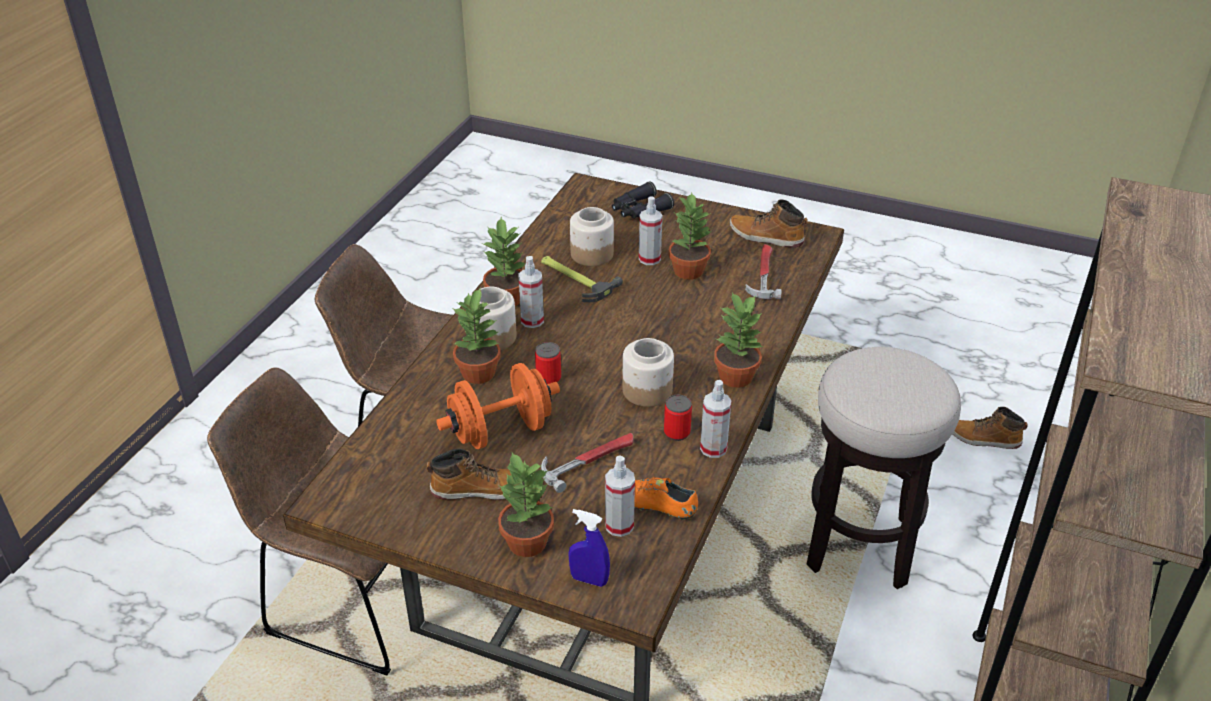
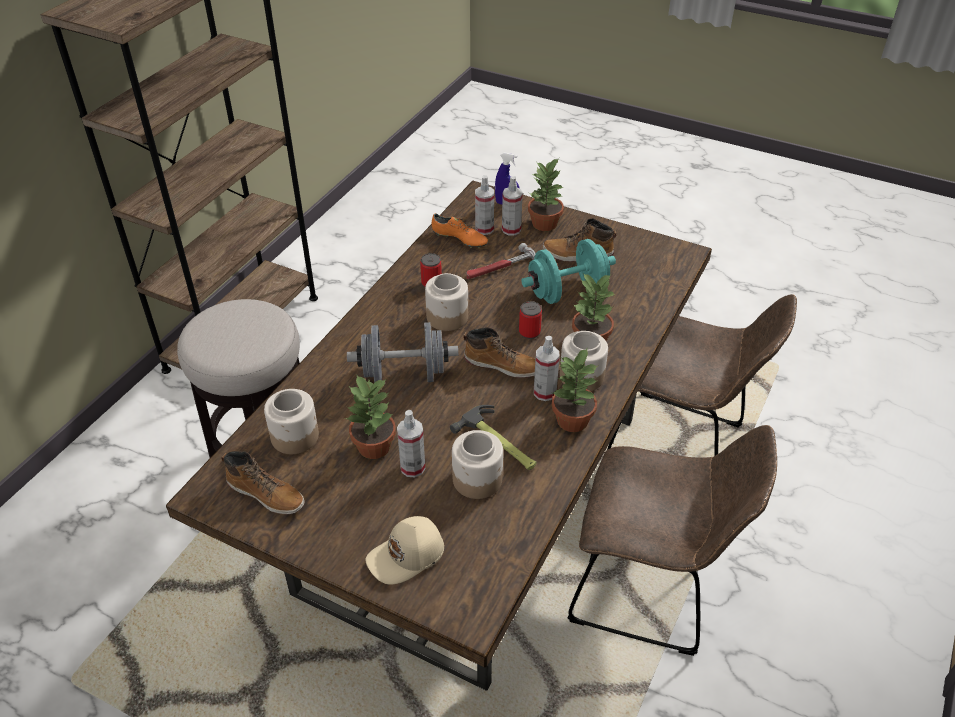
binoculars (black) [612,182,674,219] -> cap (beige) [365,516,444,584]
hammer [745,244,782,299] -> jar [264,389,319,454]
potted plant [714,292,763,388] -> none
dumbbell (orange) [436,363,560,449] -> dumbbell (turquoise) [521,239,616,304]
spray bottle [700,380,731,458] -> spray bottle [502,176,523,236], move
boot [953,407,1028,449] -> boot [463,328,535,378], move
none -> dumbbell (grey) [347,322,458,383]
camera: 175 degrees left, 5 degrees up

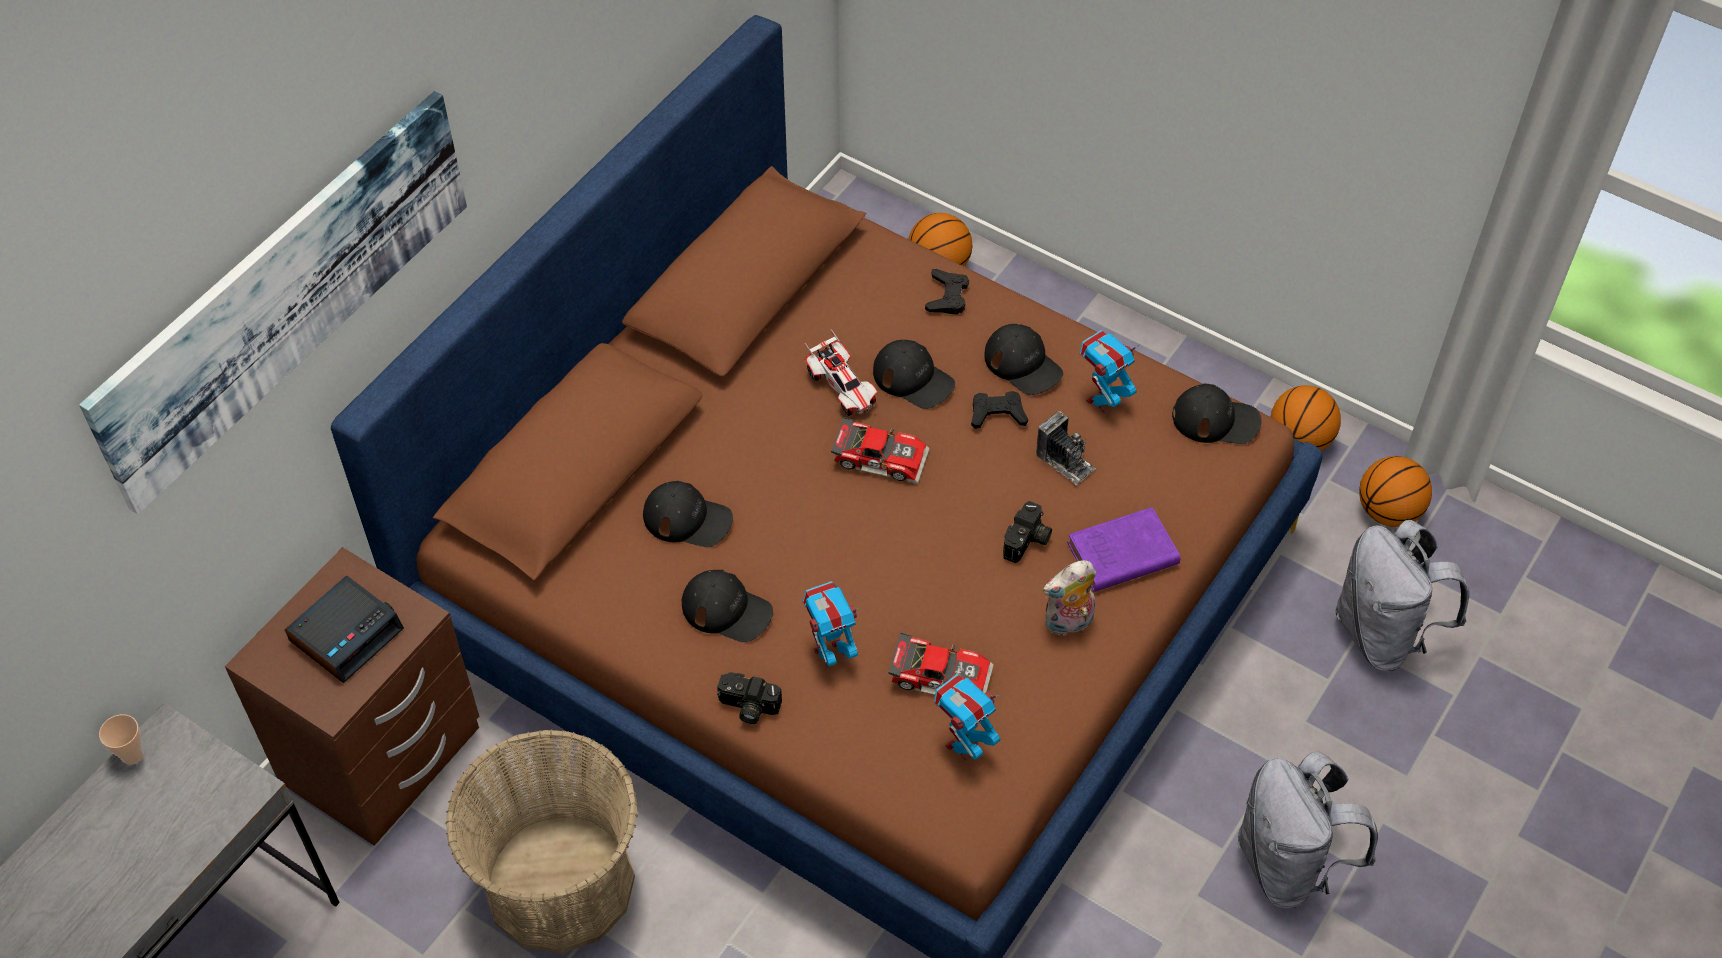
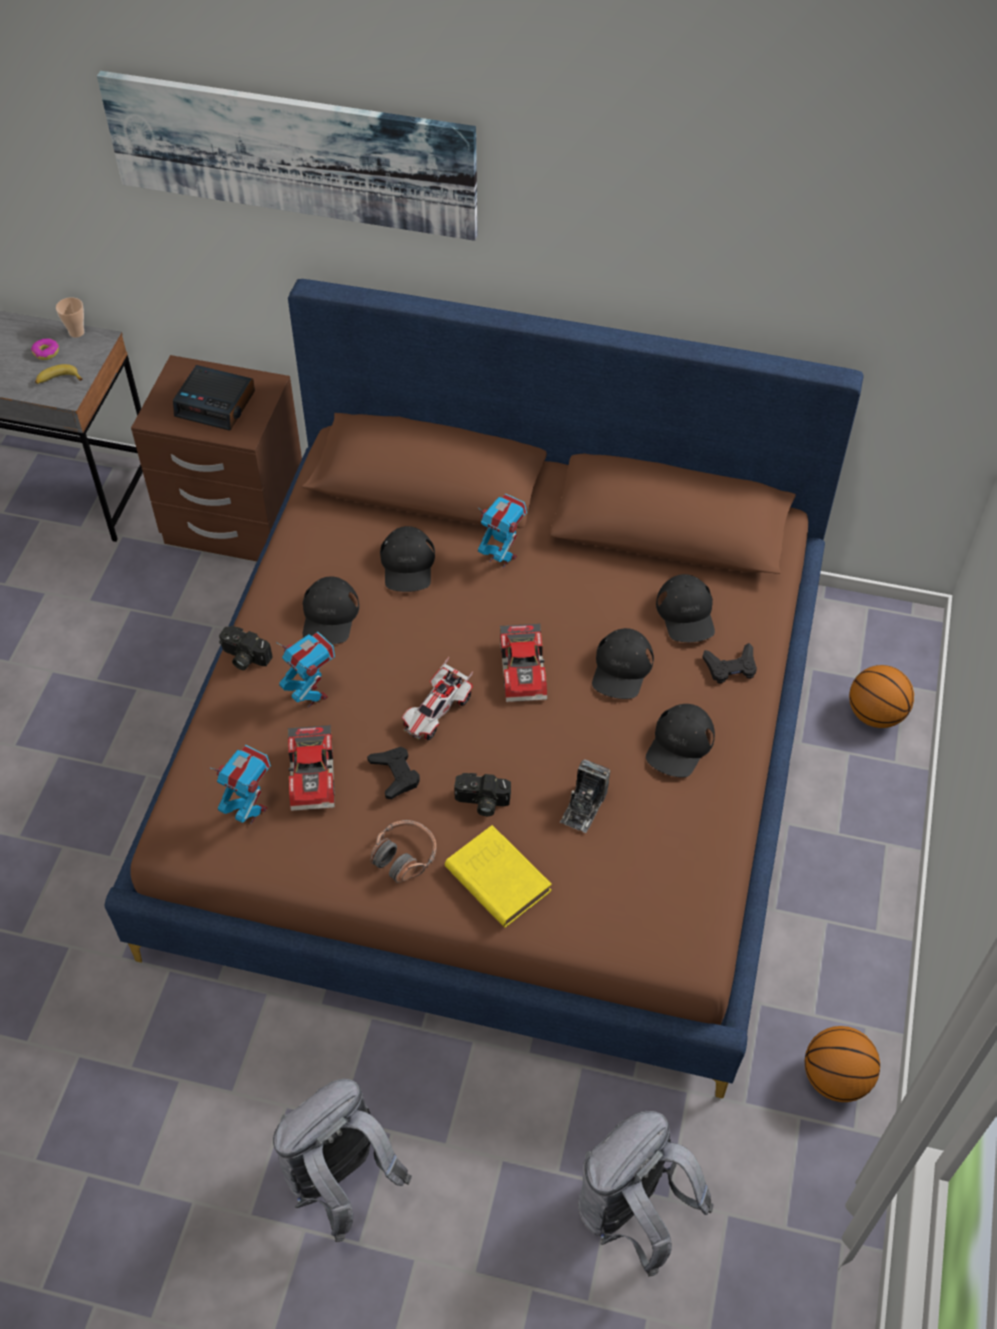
toy car [805,329,878,416] -> toy car [402,657,473,740], move
toy robot [1080,330,1141,413] -> toy robot [478,493,527,568], move
cap (black) [1172,384,1262,444] -> cap (black) [656,574,715,642], move
game controller (black) [971,391,1028,429] -> game controller (black) [367,747,420,799], move
basketball [1359,456,1432,527] -> none
book (purple) [1067,507,1180,592] -> book (yellow) [445,825,552,928]
plush toy [1043,560,1096,636] -> headphones [371,820,436,883]
photo camera [717,672,782,724] -> photo camera [219,626,273,670], 60 degrees counterclockwise
basket [445,729,638,954] -> none
none -> donut [31,339,59,360]
none -> banana [35,364,83,384]
camera: 70 degrees right, 0 degrees up

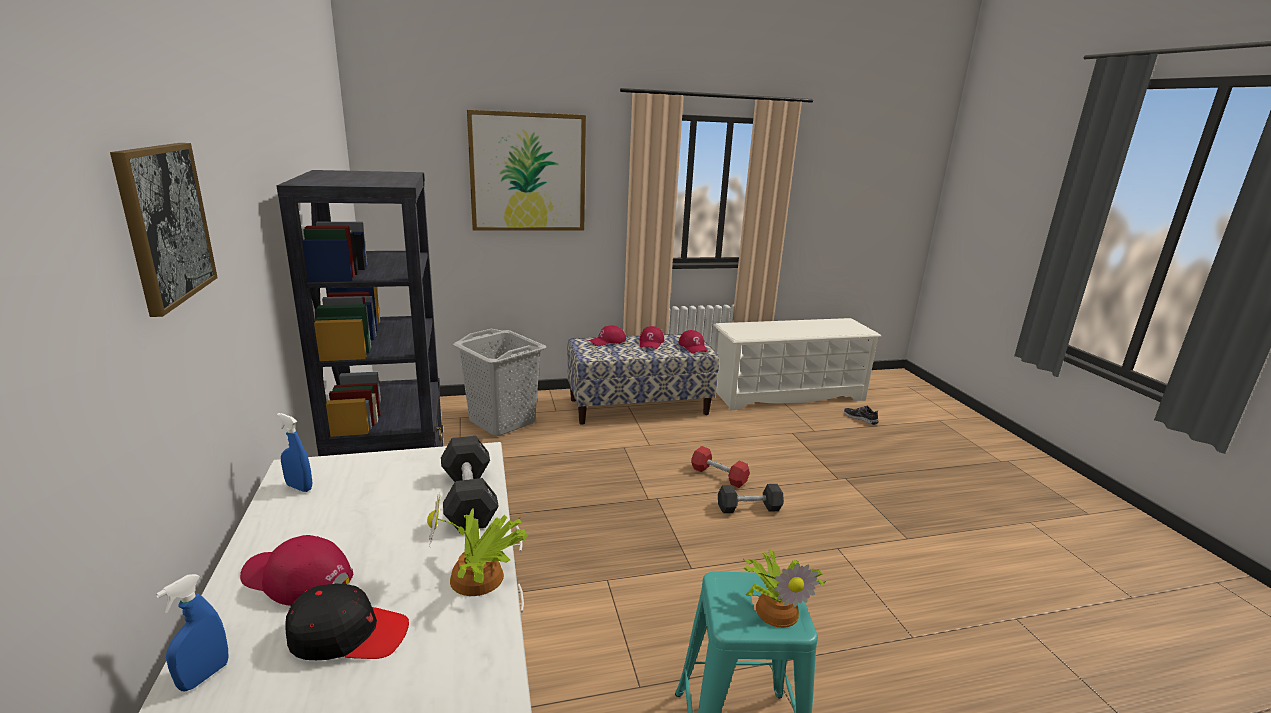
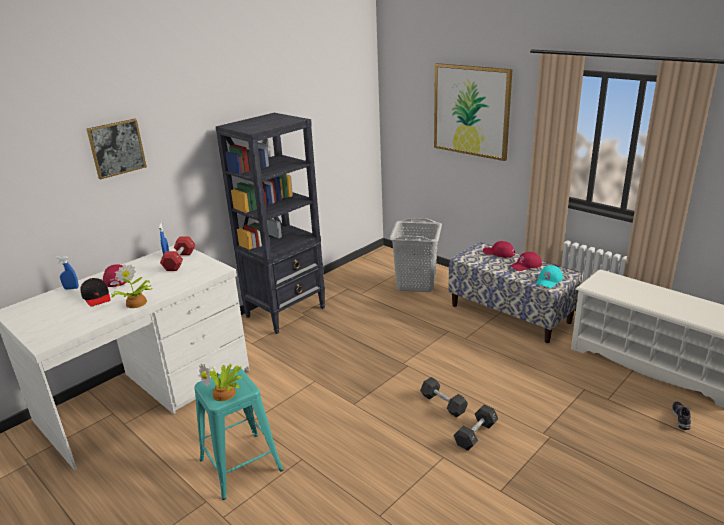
cap (red) [678,330,708,353] -> cap (turquoise) [536,265,563,288]
dumbbell (black) [441,436,499,531] -> dumbbell (black) [453,405,498,451], move
dumbbell (red) [691,446,750,488] -> dumbbell (red) [160,237,196,271], move
camera: 60 degrees right, 5 degrees up

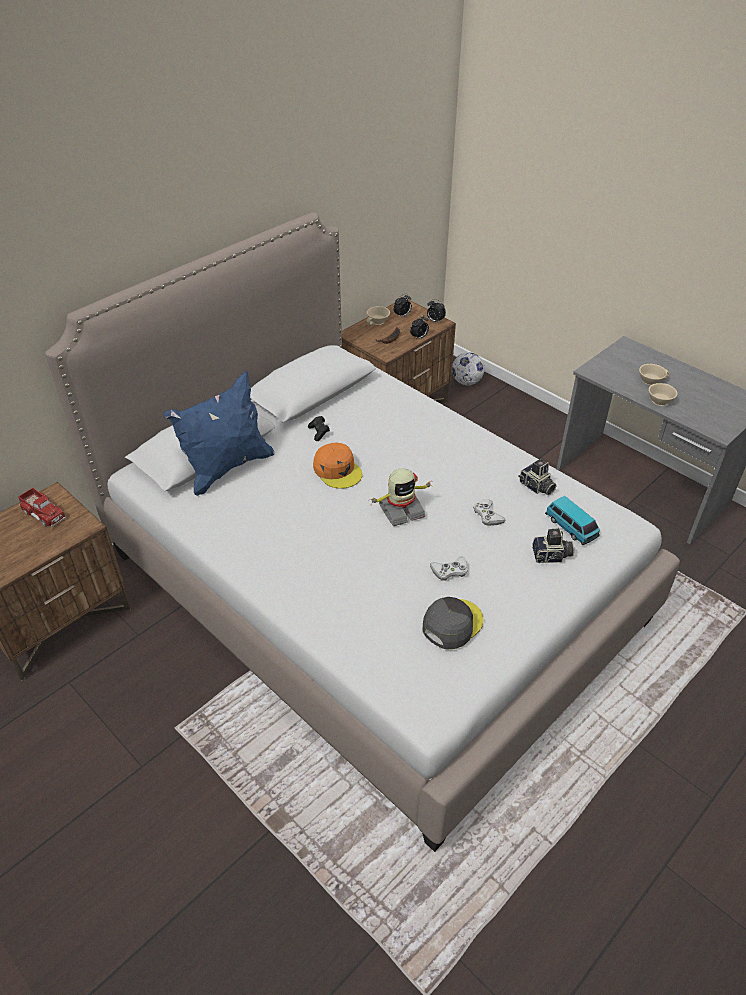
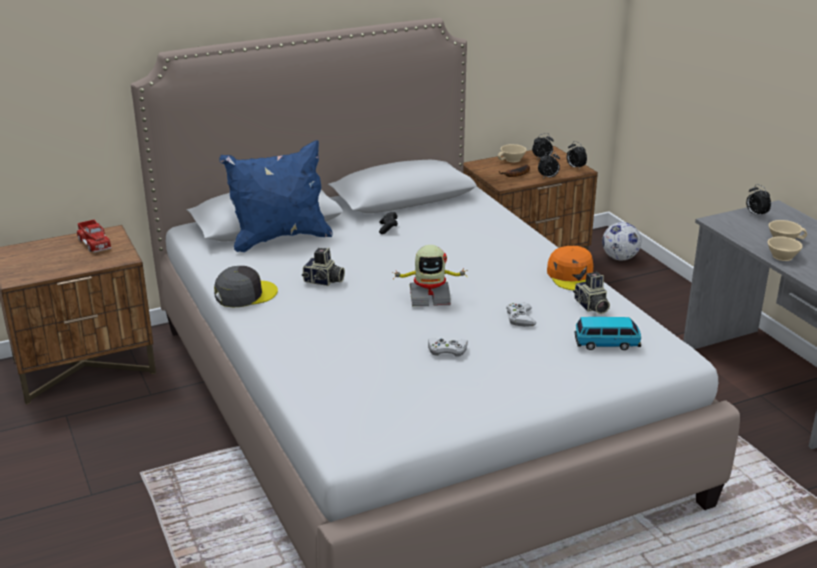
cap (orange) [313,442,362,489] -> cap (orange) [547,246,593,290], move
toy car [545,496,600,545] -> toy car [575,317,641,350], 75 degrees counterclockwise
photo camera [532,527,574,563] -> photo camera [302,247,345,286], move
cap (grey) [423,597,483,650] -> cap (grey) [214,266,278,307], move
none -> alarm clock [746,184,771,218]
camera: 20 degrees right, 15 degrees down

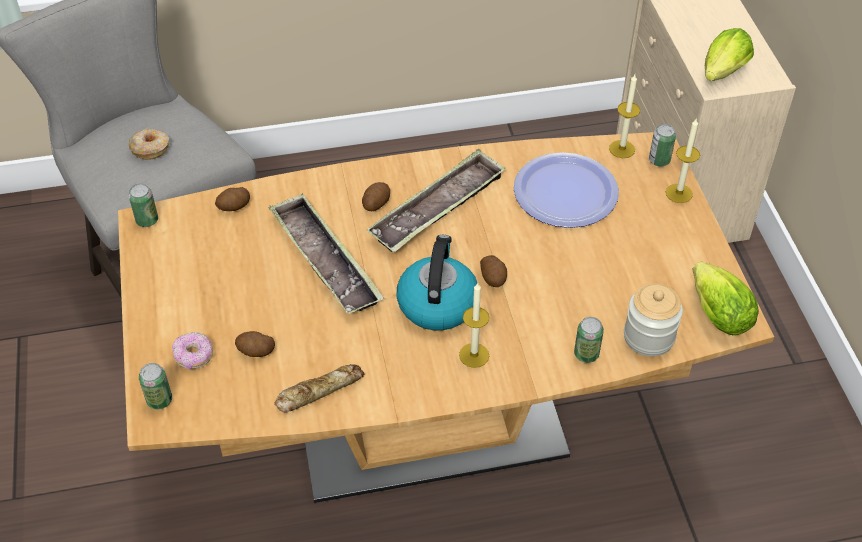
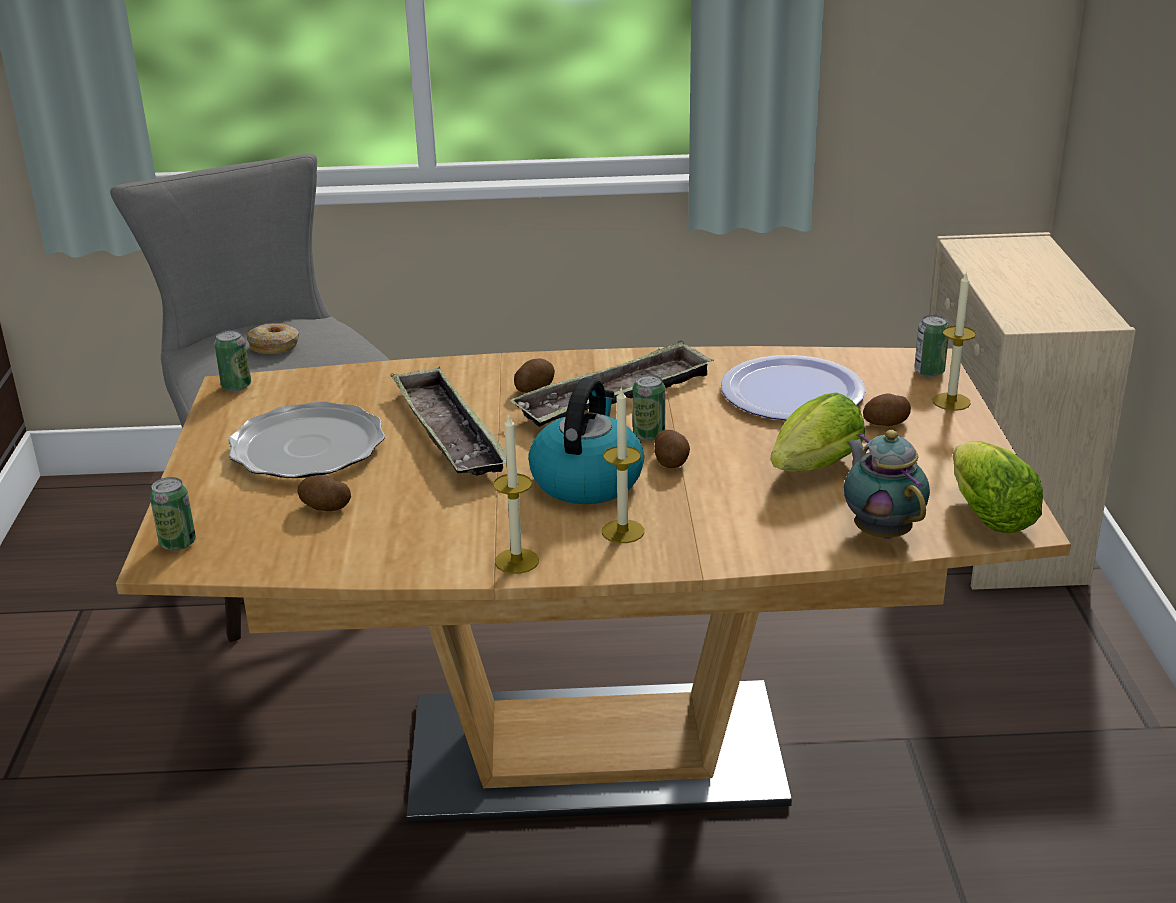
lettuce [705,28,754,81] -> lettuce [771,392,865,472], move
candle [609,74,640,158] -> candle [493,416,539,574], move
potato [215,187,250,211] -> potato [863,393,911,426], move
jar [624,283,683,357] -> teapot [844,430,930,539]
can [574,317,604,363] -> can [633,375,665,441], move
donut [172,332,213,370] -> none
bread [274,364,364,413] -> none
none -> plate [228,401,385,478]
camera: 10 degrees right, 20 degrees down

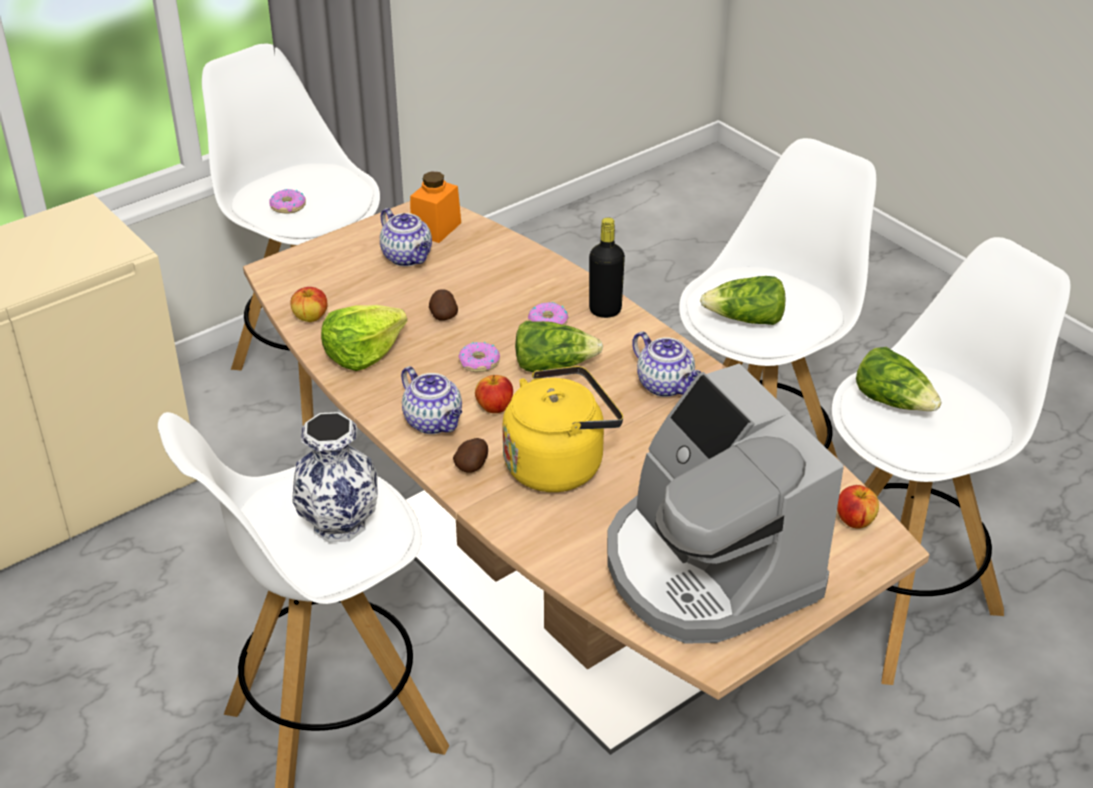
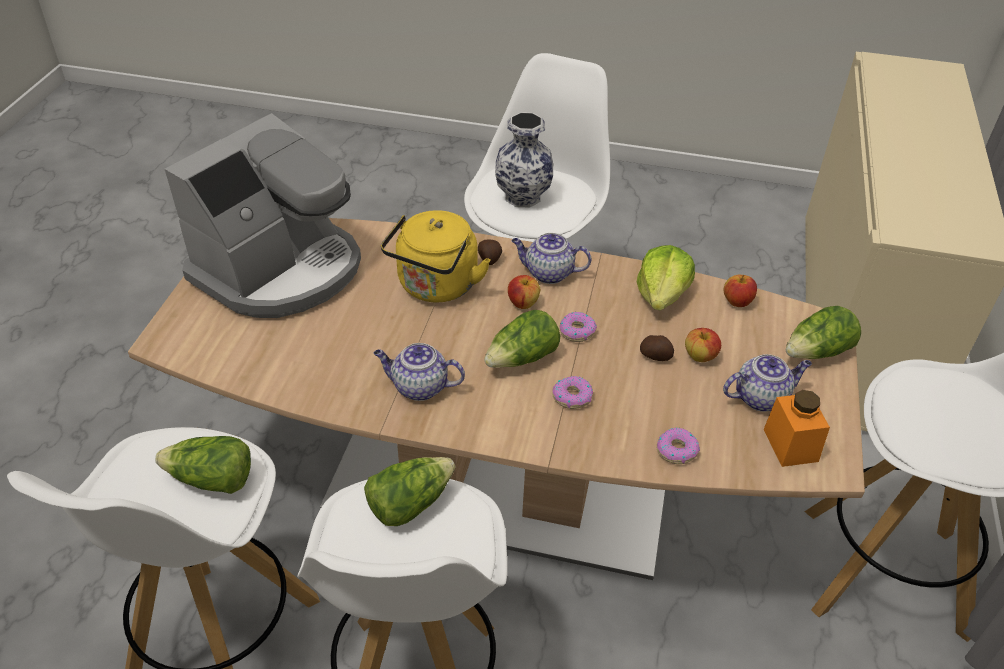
donut [269,189,306,213] -> donut [657,428,700,464], move
teapot [380,208,432,266] -> teapot [723,354,812,412], 150 degrees clockwise
bottle (black) [589,218,625,318] -> none
coffee machine [607,363,844,644] -> coffee machine [165,113,361,318], 105 degrees clockwise
apple [837,485,879,529] -> apple [685,328,721,362], move
none -> lettuce [786,306,861,359]
camera: 140 degrees right, 5 degrees up

